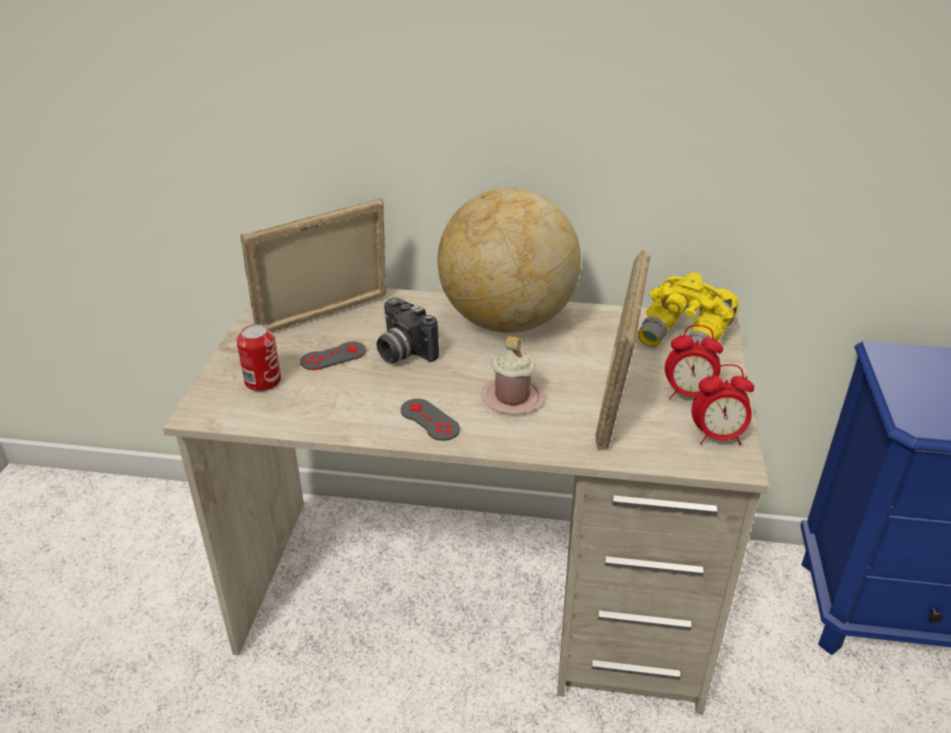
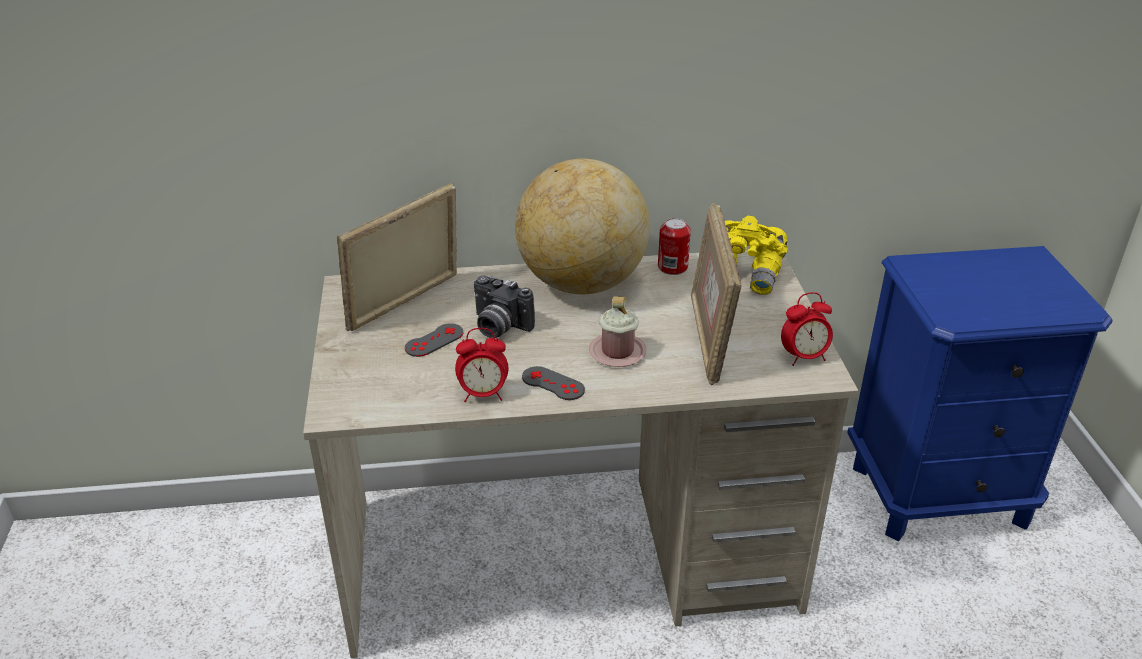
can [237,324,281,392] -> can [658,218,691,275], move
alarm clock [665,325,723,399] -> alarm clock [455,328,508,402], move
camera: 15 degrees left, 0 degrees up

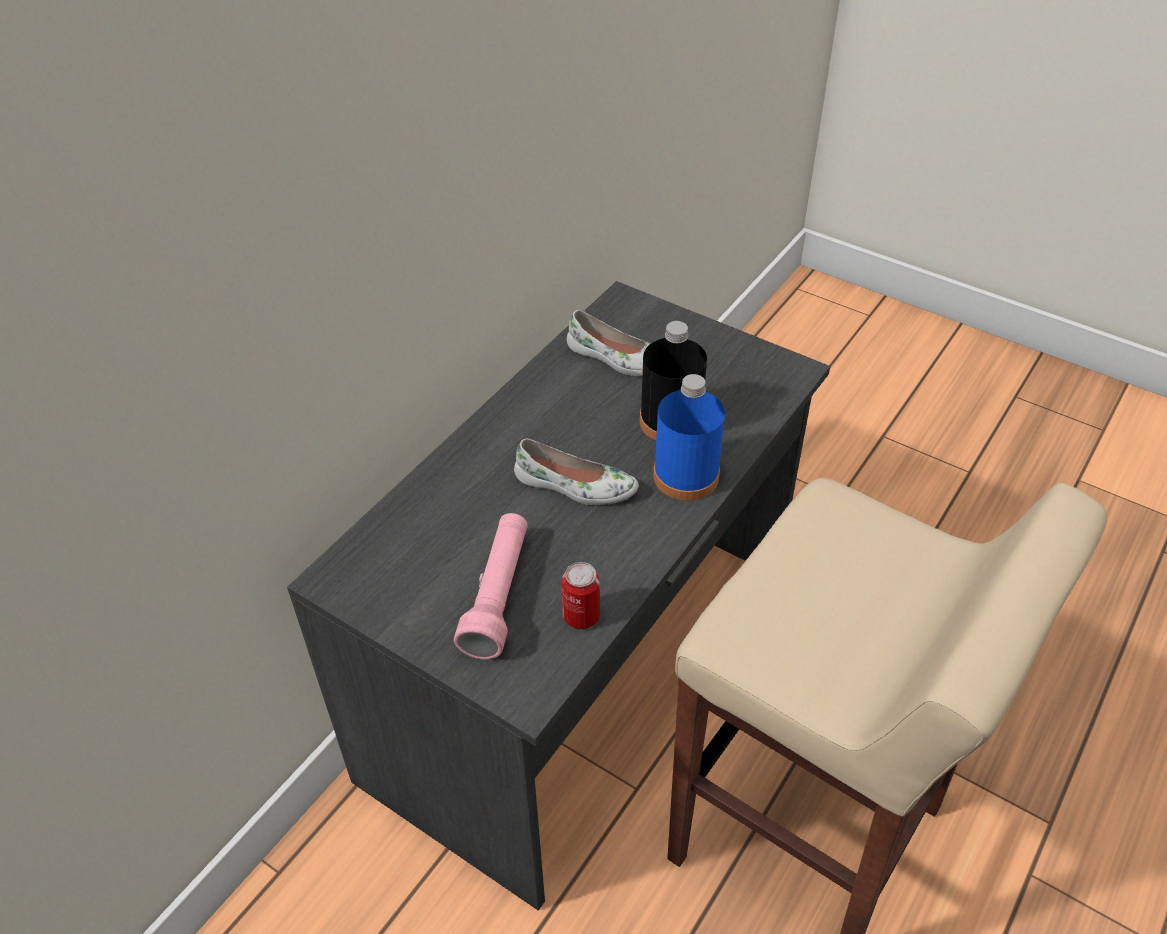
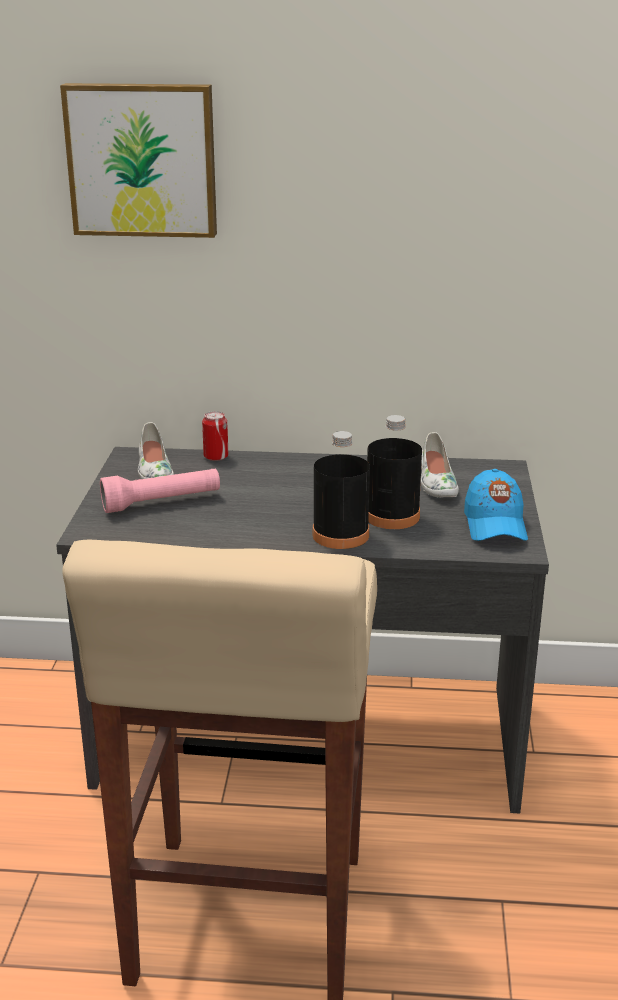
bottle (blue) [653,374,725,500] -> bottle (black) [313,431,370,549]
shoe (white) [514,438,639,505] -> shoe (white) [138,422,174,479], move
can [562,562,600,629] -> can [202,411,229,461], move
none -> picture [60,83,217,238]
none -> cap (blue) [464,469,528,541]
camera: 60 degrees right, 20 degrees down

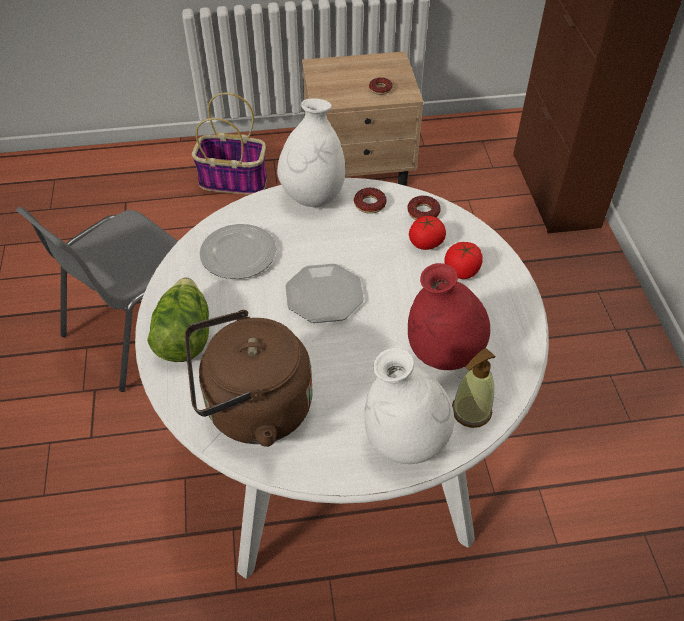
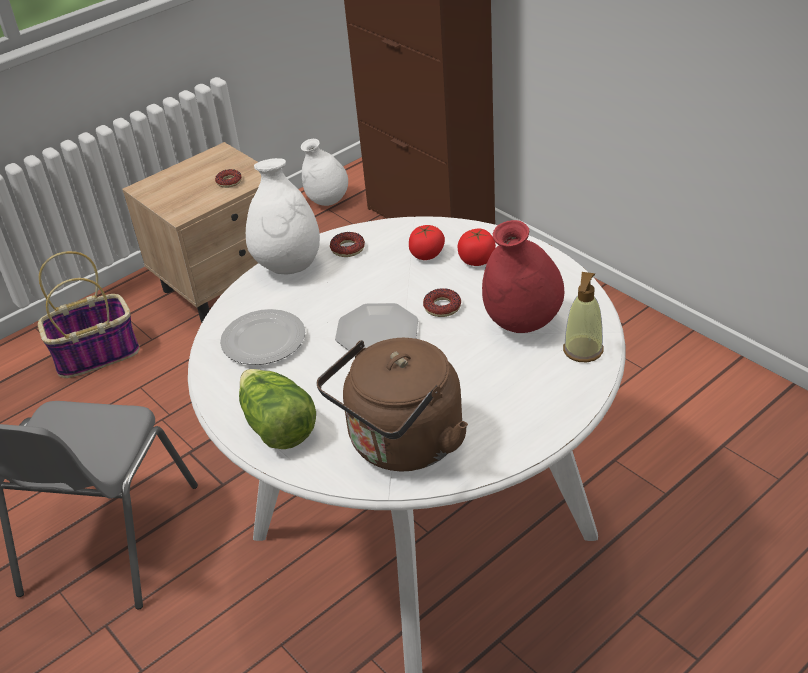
donut [407,196,441,220] -> donut [423,288,461,317], move
vase (white) [364,348,454,464] -> vase (white) [301,139,348,206], move
camera: 30 degrees left, 10 degrees down

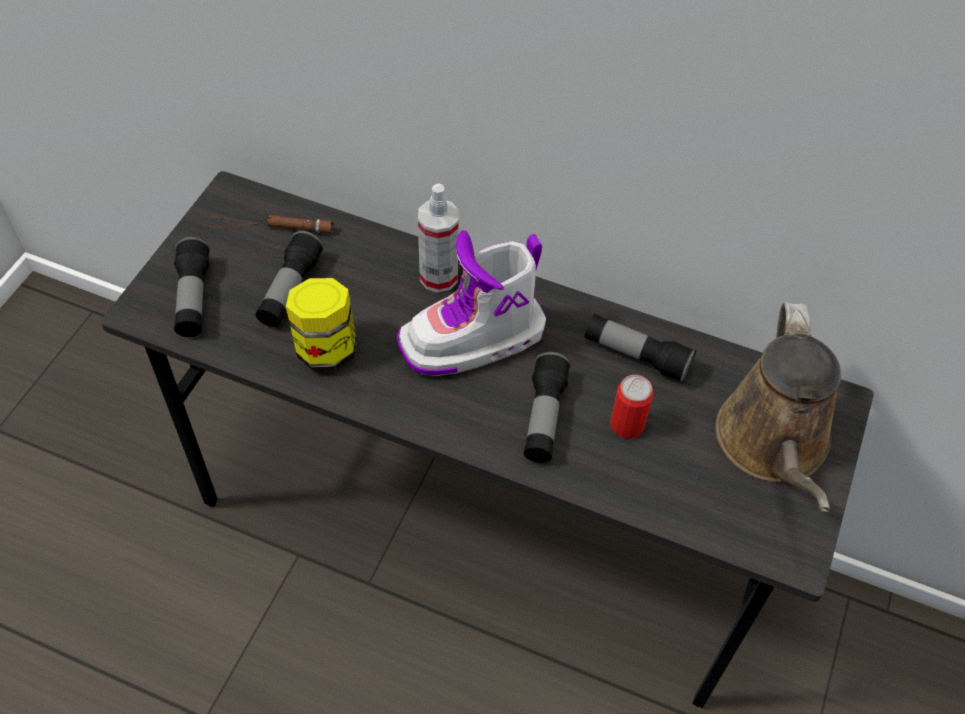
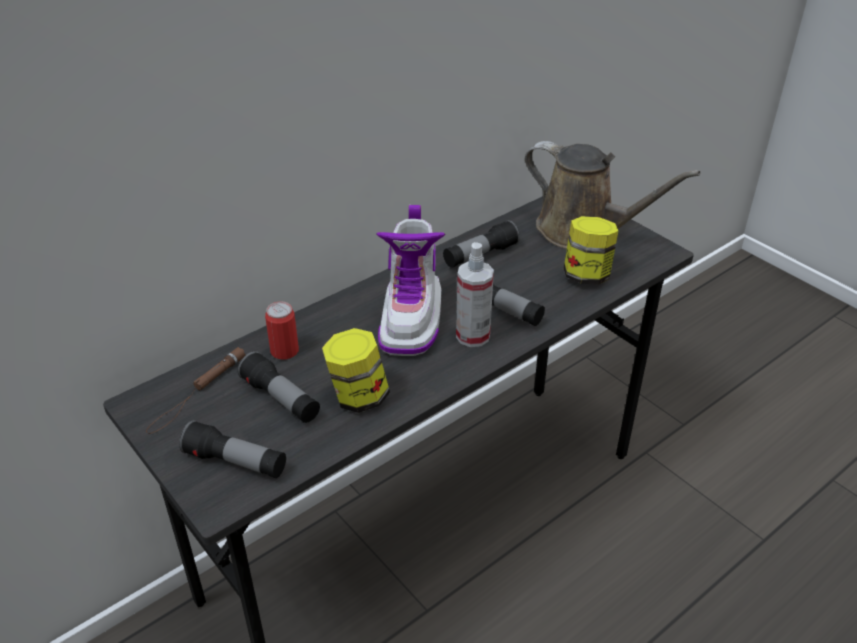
spray bottle [418,183,459,293] -> spray bottle [456,242,494,347], move
can [610,375,653,439] -> can [265,301,299,360], move
none -> jar [564,216,618,285]
camera: 60 degrees left, 15 degrees down

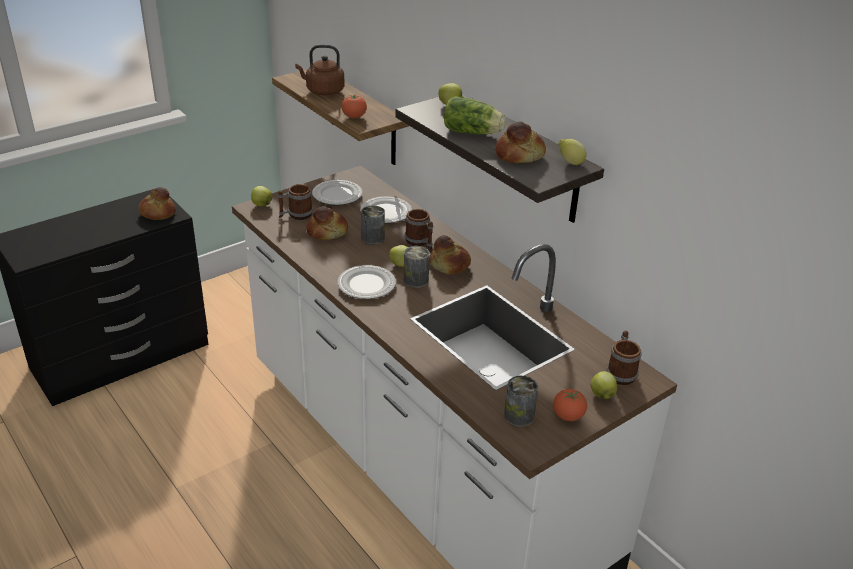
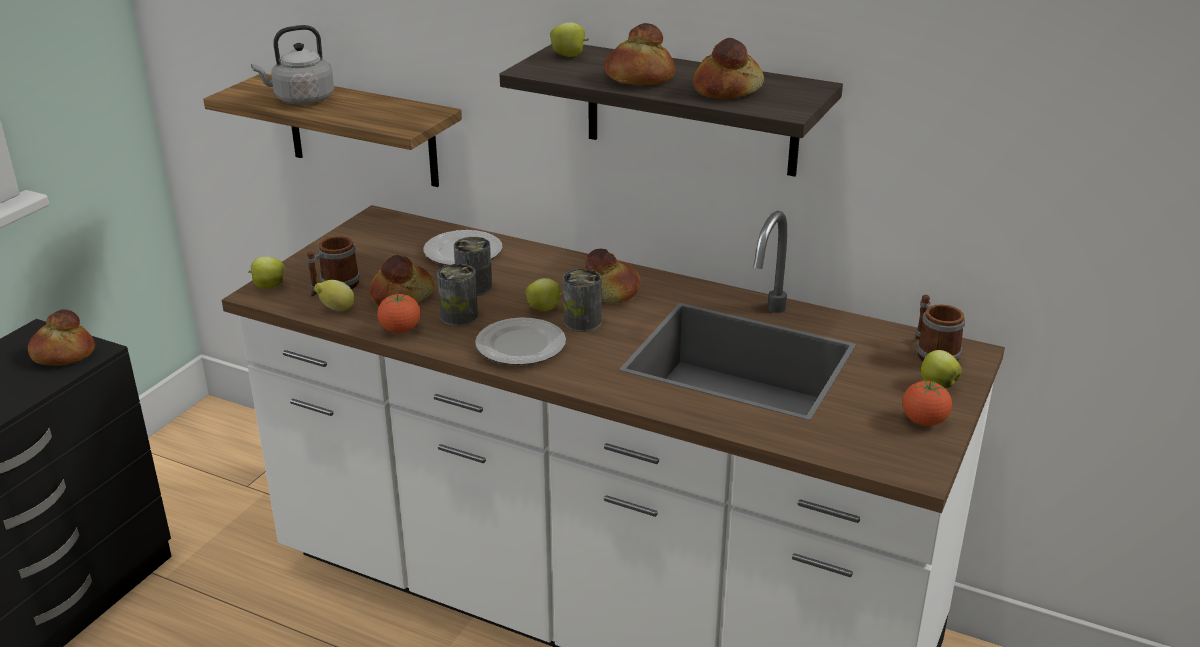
kettle (brown) [295,45,345,95] -> kettle (grey) [251,25,334,104]
tomato [342,95,367,118] -> tomato [377,293,421,333], move
lettuce [444,96,506,135] -> bread [604,23,675,85]
lemon [558,139,587,165] -> lemon [314,280,354,311], move
plate [312,180,363,205] -> none
mug [405,209,433,250] -> none
can [504,376,538,427] -> can [437,264,478,326], move
camera: 25 degrees left, 5 degrees down

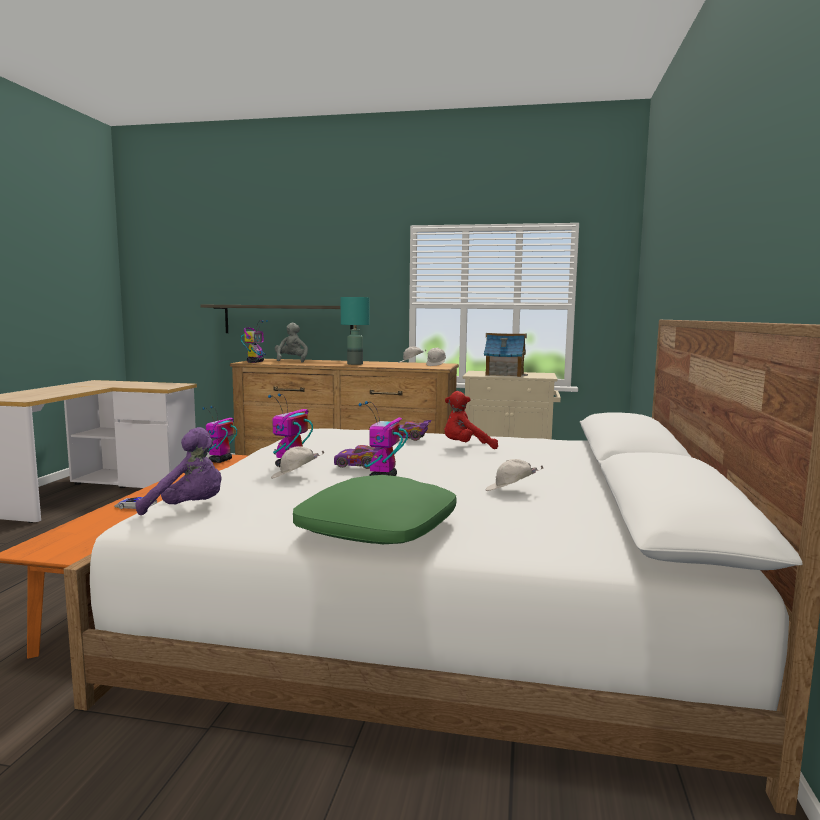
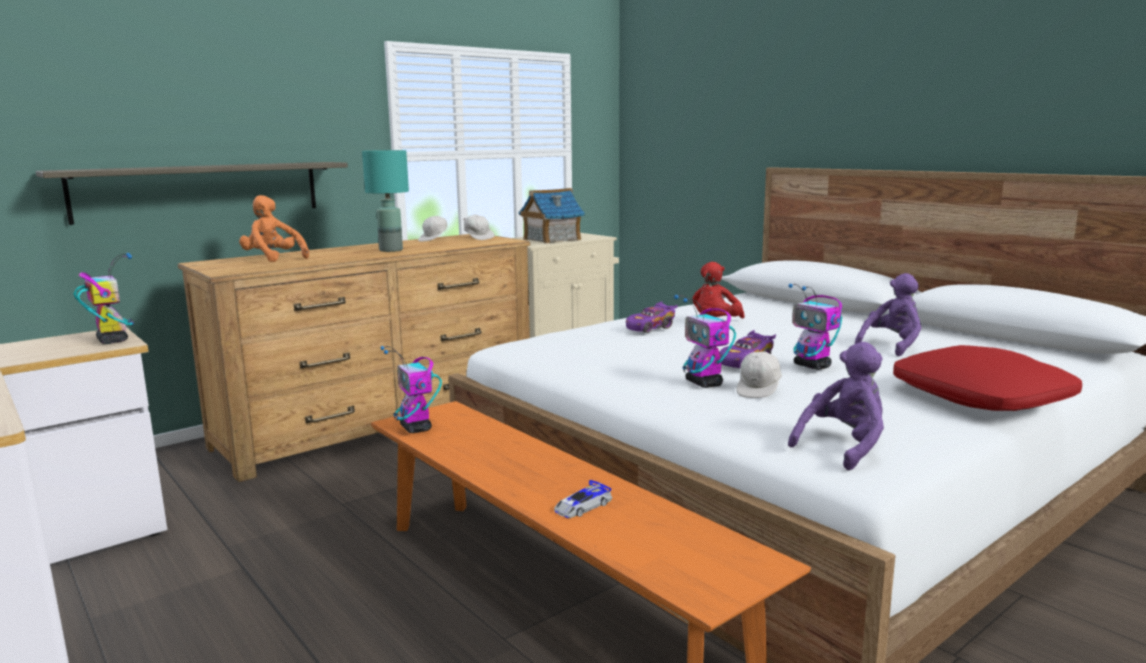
toy robot [241,320,268,363] -> toy robot [73,253,134,344], move
plush toy (grey) [275,323,308,363] -> plush toy (orange) [239,195,309,262]
cap (white) [485,459,543,491] -> plush toy (purple) [855,273,922,356]
pillow (green) [293,475,457,544] -> pillow (red) [893,345,1082,411]
camera: 50 degrees left, 5 degrees up

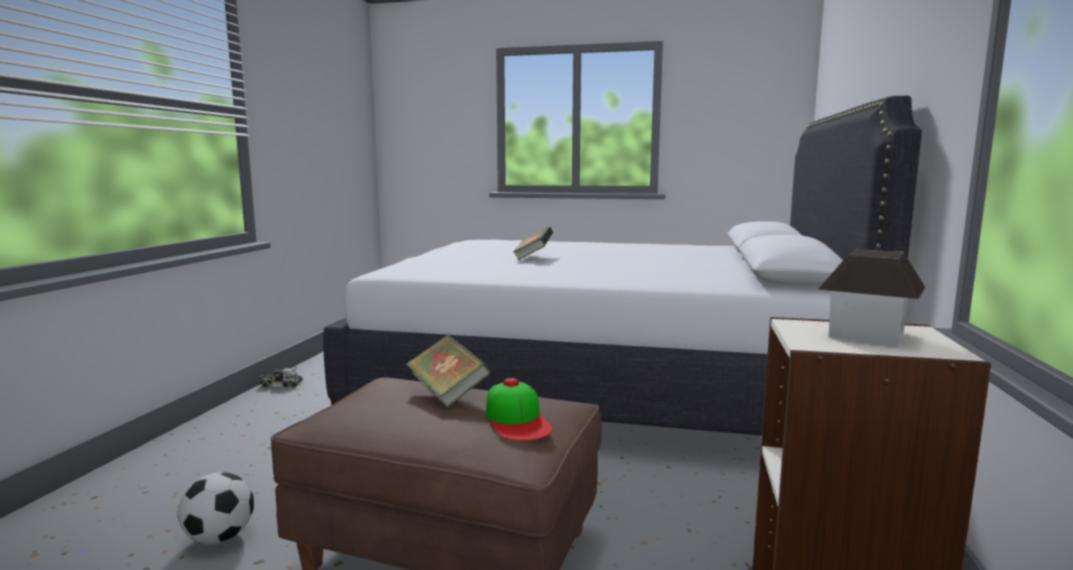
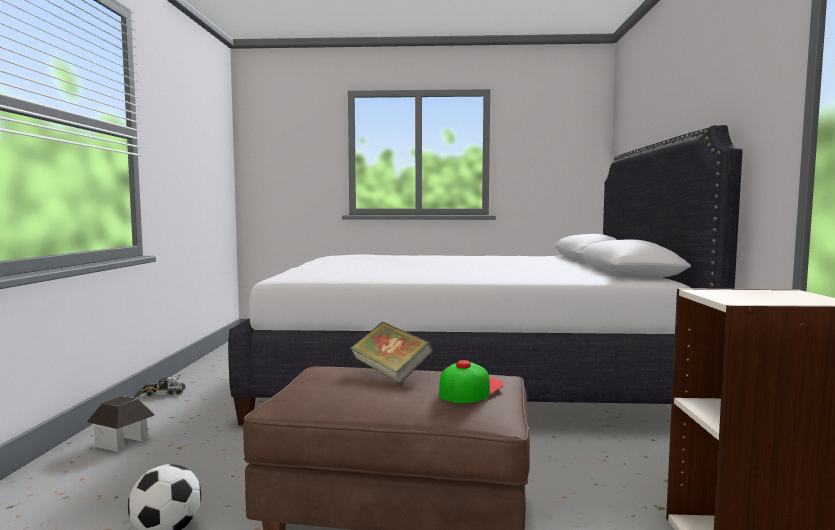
book [513,227,553,260] -> none
toy house [818,250,925,346] -> toy house [87,396,154,452], move
cap [486,378,553,441] -> cap [439,360,504,403], 120 degrees counterclockwise
camera: 10 degrees left, 5 degrees down

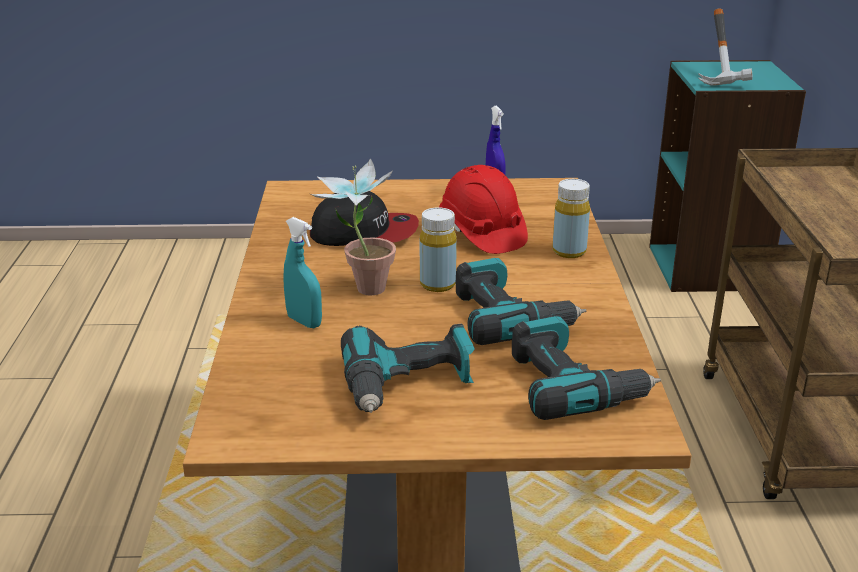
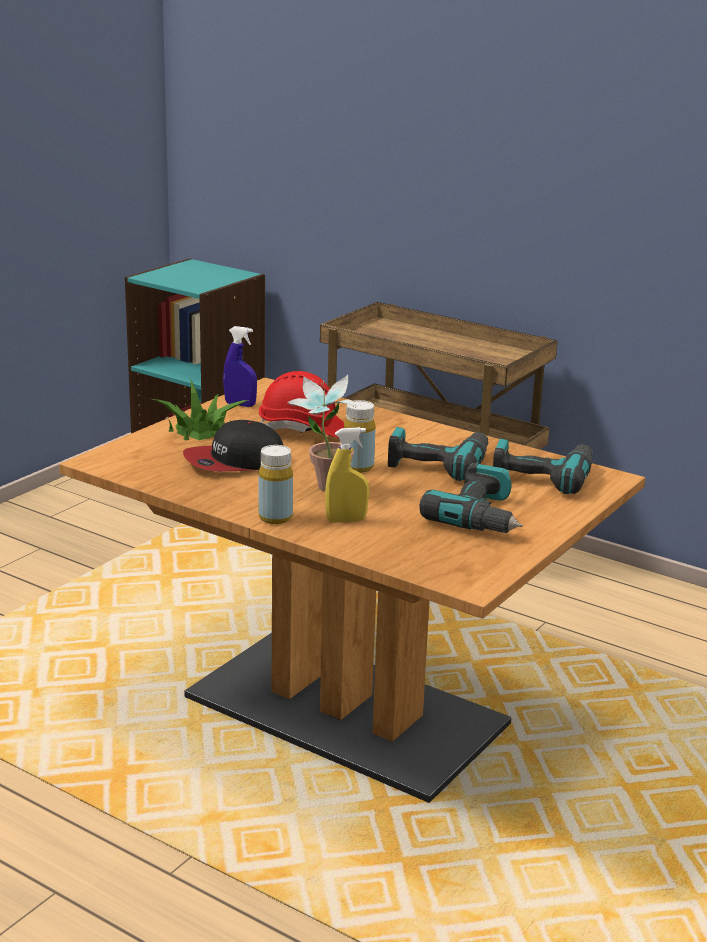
hammer [698,9,753,86] -> none
bottle (yellow) [553,179,590,258] -> bottle (yellow) [259,445,293,524], move
cap [310,191,419,246] -> cap [183,420,284,471], 150 degrees counterclockwise
spray bottle (turquoise) [283,217,322,328] -> spray bottle (yellow) [325,427,369,522]
none -> potted plant [152,379,249,440]
camera: 55 degrees left, 5 degrees down

